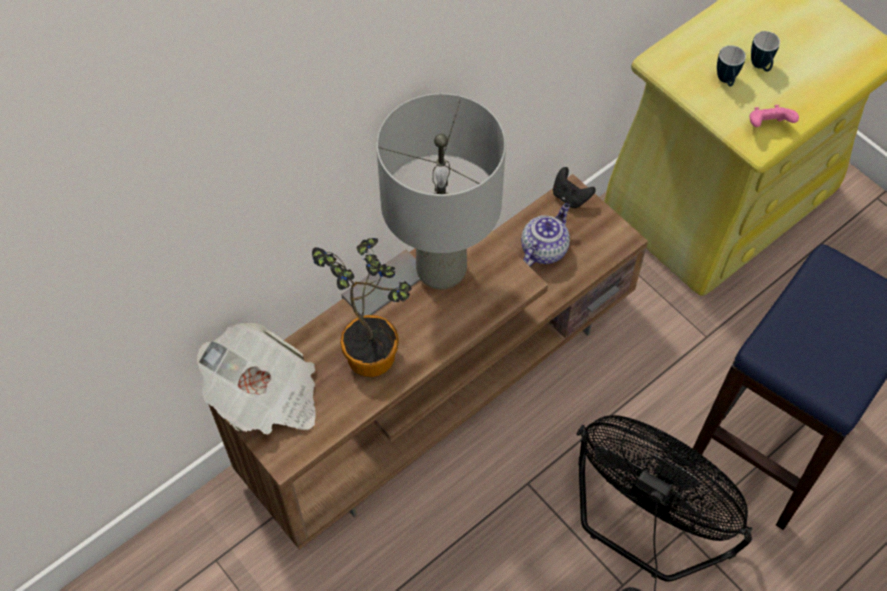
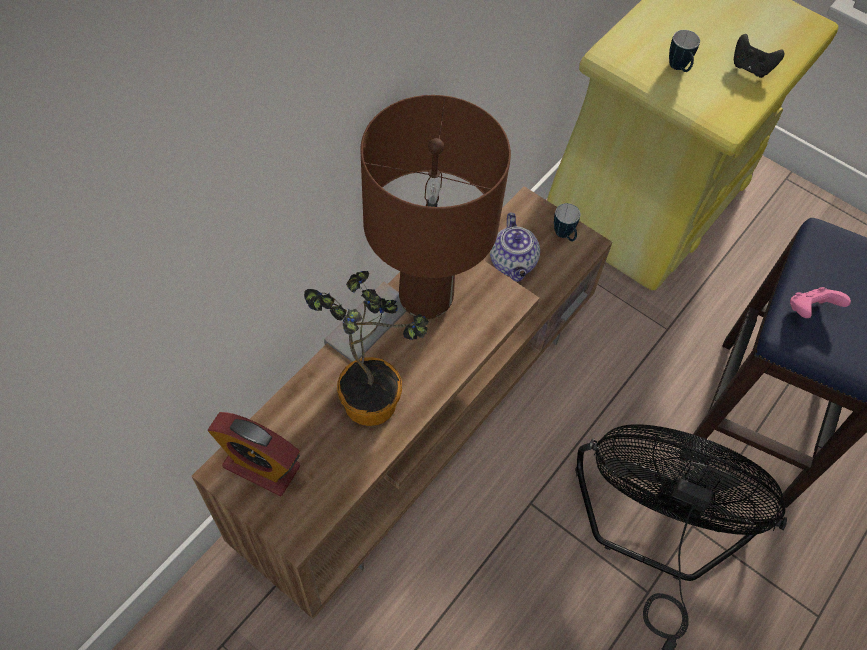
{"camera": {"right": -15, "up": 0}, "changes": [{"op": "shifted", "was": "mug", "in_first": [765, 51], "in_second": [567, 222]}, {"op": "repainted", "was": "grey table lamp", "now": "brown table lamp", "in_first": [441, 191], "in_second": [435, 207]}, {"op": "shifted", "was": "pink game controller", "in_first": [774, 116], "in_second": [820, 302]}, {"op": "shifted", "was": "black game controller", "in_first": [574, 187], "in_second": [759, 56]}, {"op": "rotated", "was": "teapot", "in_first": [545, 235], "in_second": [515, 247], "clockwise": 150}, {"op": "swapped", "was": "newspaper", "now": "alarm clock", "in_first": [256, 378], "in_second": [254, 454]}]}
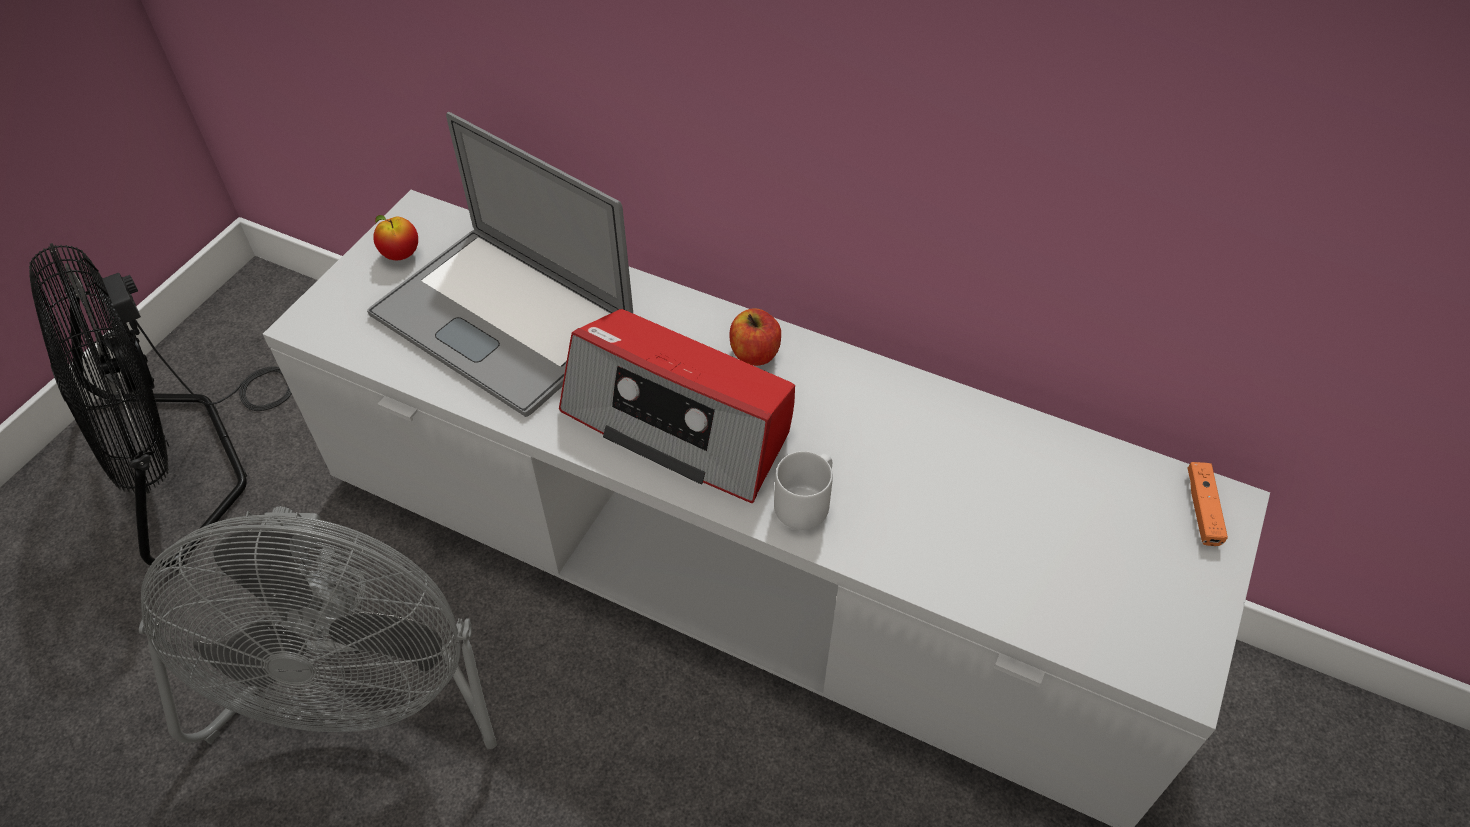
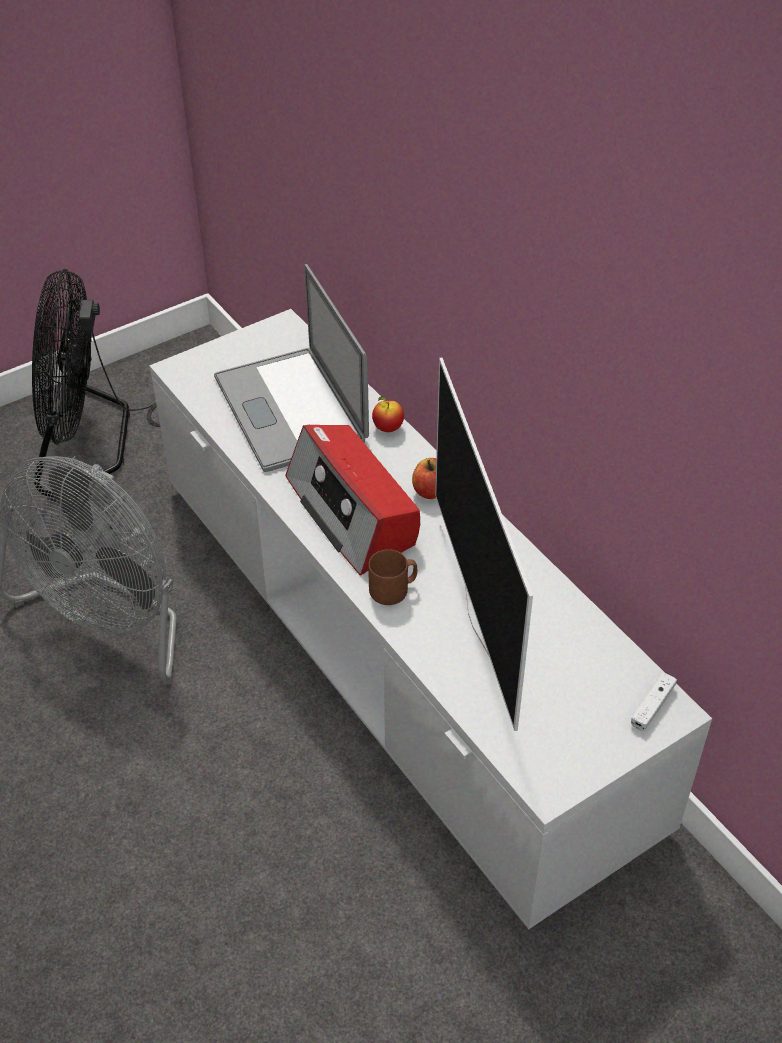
{"camera": {"right": 30, "up": -5}, "changes": [{"op": "shifted", "was": "apple", "in_first": [395, 237], "in_second": [388, 414]}, {"op": "repainted", "was": "grey mug", "now": "brown mug", "in_first": [803, 490], "in_second": [392, 577]}, {"op": "repainted", "was": "orange game controller", "now": "white game controller", "in_first": [1207, 504], "in_second": [654, 701]}, {"op": "new", "now": "television", "in_second": [484, 544]}]}
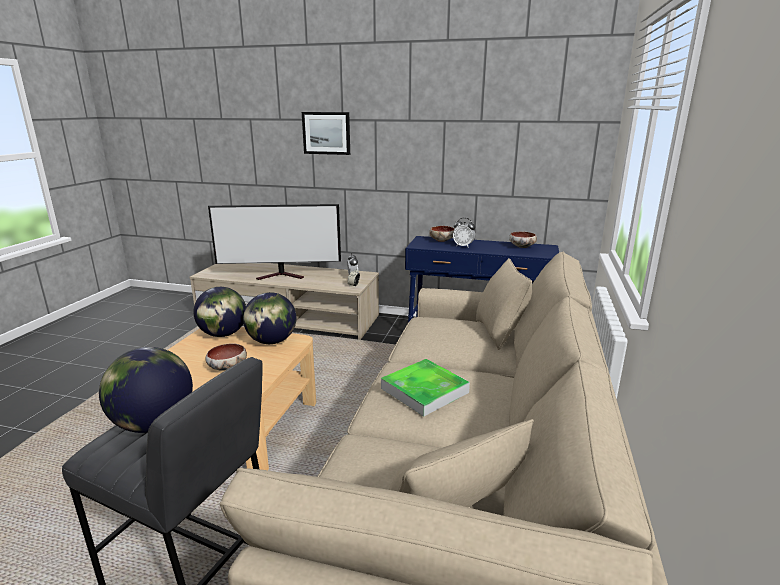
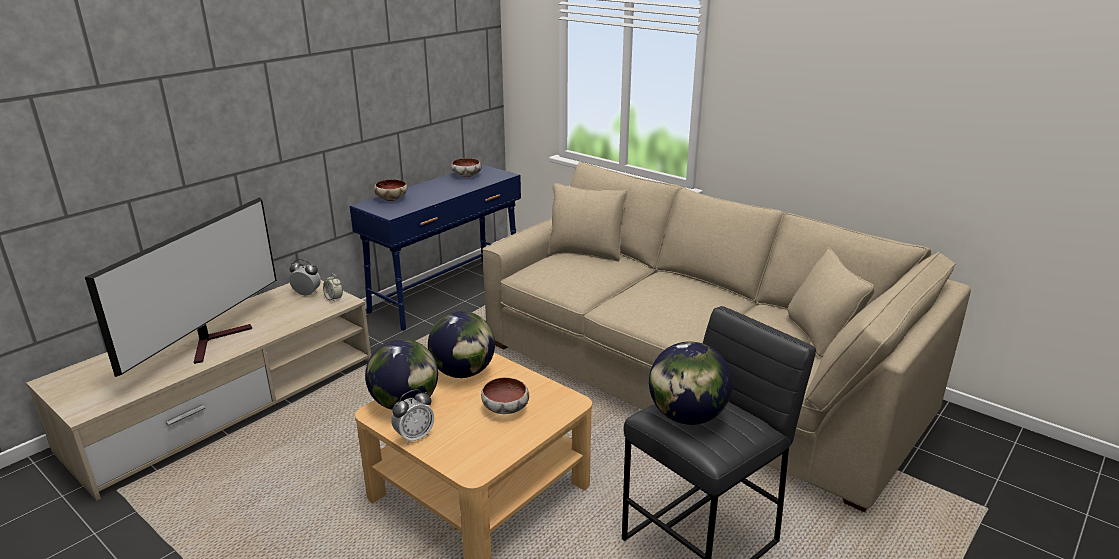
{"camera": {"right": -65, "up": 5}, "changes": [{"op": "gone", "was": "picture", "in_first": [326, 133]}, {"op": "shifted", "was": "alarm clock", "in_first": [464, 233], "in_second": [412, 417]}, {"op": "gone", "was": "tray", "in_first": [425, 388]}]}
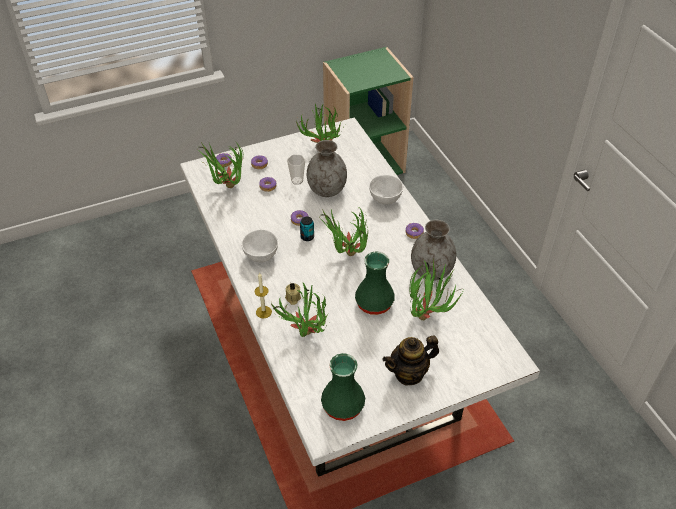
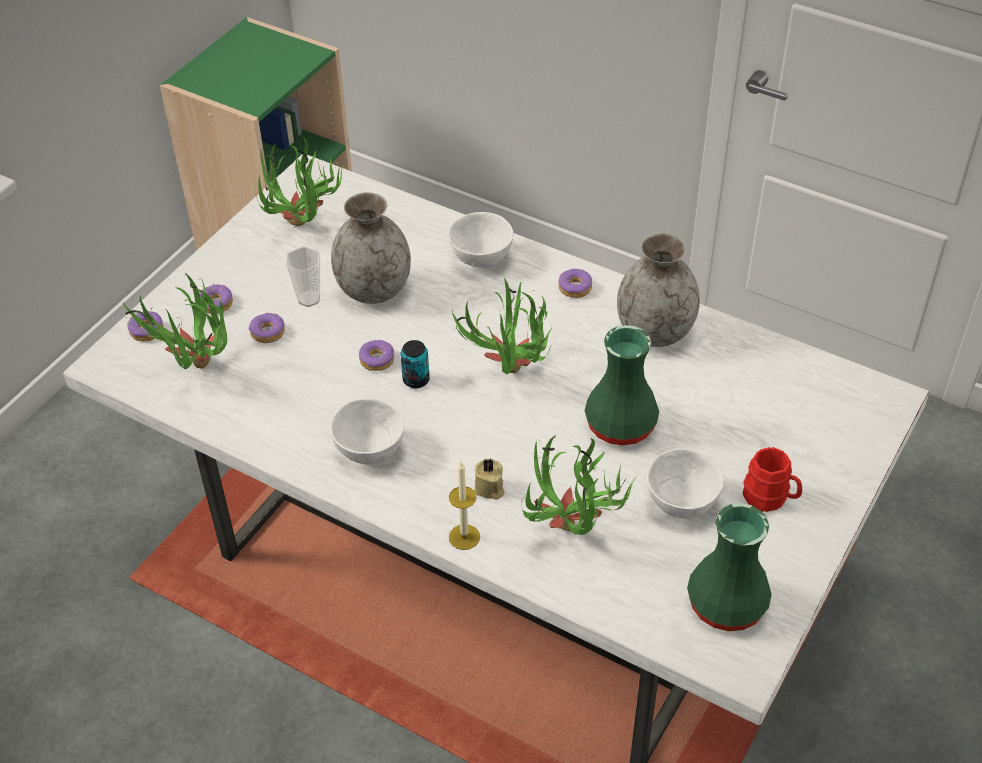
{"camera": {"right": -35, "up": 0}, "changes": [{"op": "gone", "was": "potted plant", "in_first": [437, 289]}, {"op": "swapped", "was": "teapot", "now": "red mug", "in_first": [411, 360], "in_second": [772, 479]}, {"op": "new", "now": "white bowl", "in_second": [685, 483]}]}
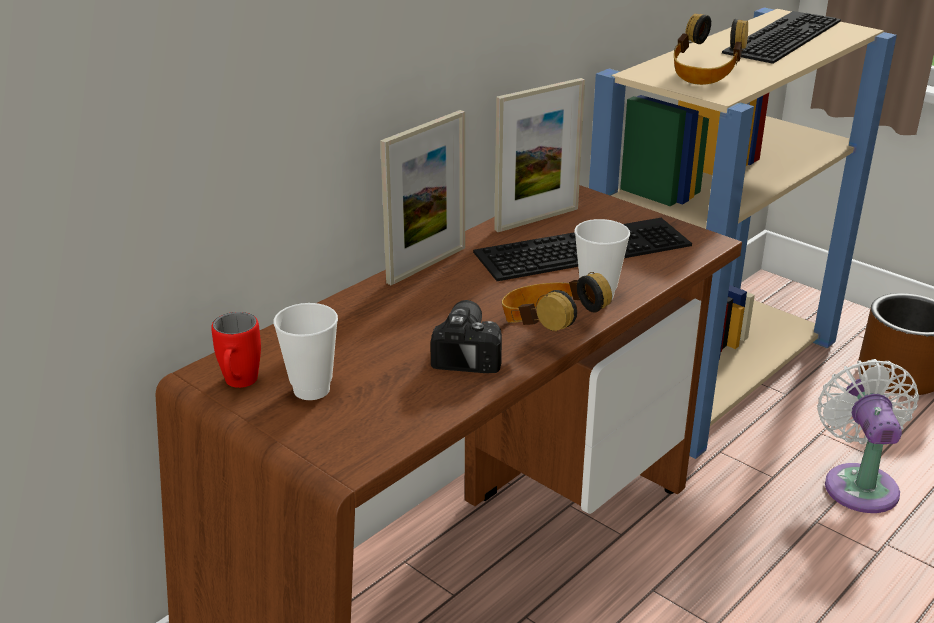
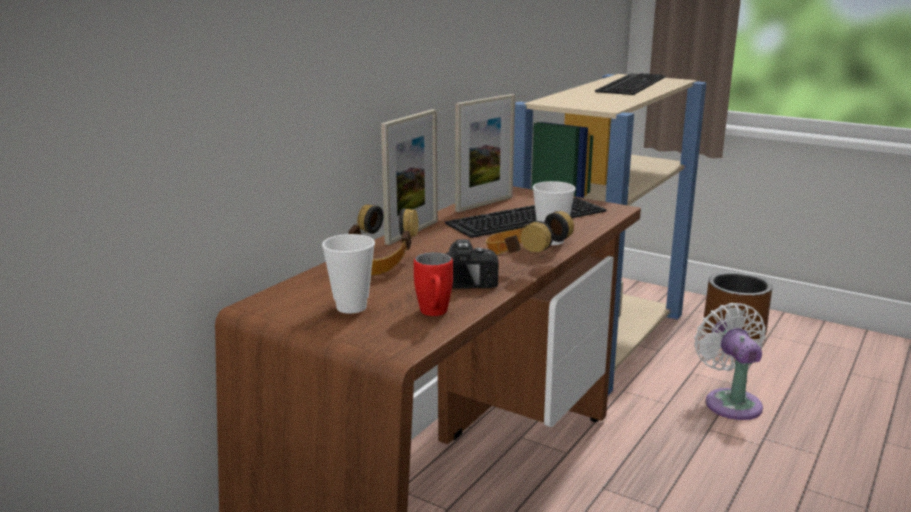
{"camera": {"right": -10, "up": -10}, "changes": [{"op": "shifted", "was": "headphones", "in_first": [711, 49], "in_second": [383, 240]}, {"op": "shifted", "was": "red mug", "in_first": [236, 350], "in_second": [433, 284]}]}
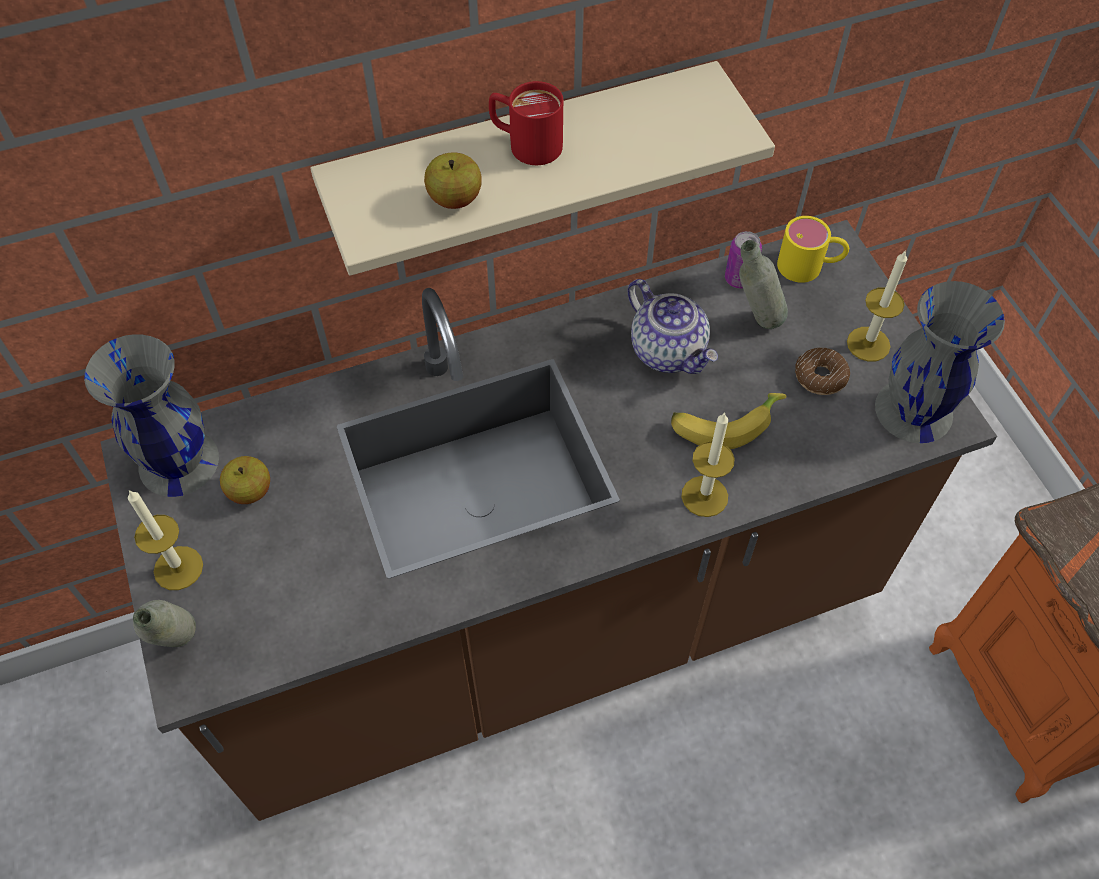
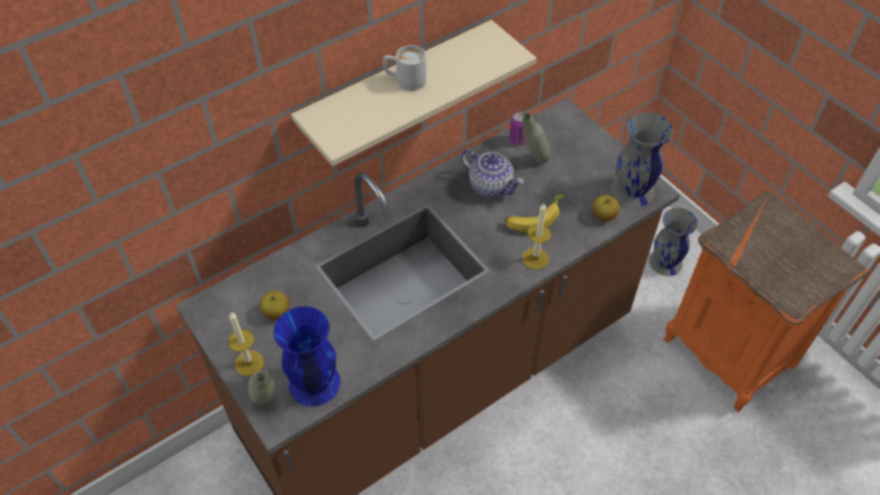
{"camera": {"right": -15, "up": -5}, "changes": [{"op": "repainted", "was": "red mug", "now": "white mug", "in_first": [526, 123], "in_second": [404, 68]}, {"op": "shifted", "was": "apple", "in_first": [453, 180], "in_second": [606, 208]}, {"op": "gone", "was": "yellow mug", "in_first": [813, 249]}, {"op": "gone", "was": "candle", "in_first": [877, 305]}, {"op": "shifted", "was": "grey vase", "in_first": [151, 415], "in_second": [673, 242]}, {"op": "gone", "was": "donut", "in_first": [822, 371]}, {"op": "new", "now": "blue vase", "in_second": [307, 356]}]}
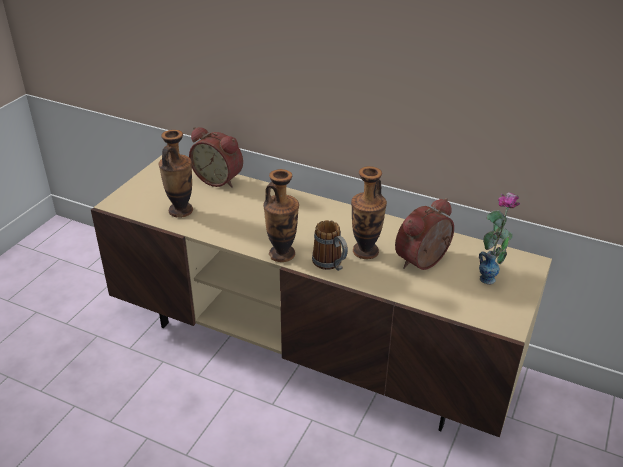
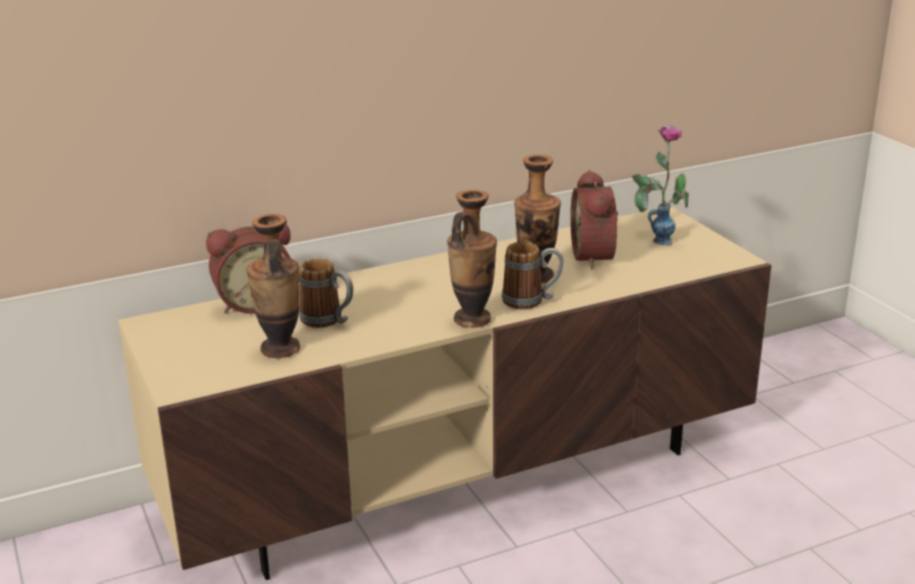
{"camera": {"right": -50, "up": -10}, "changes": [{"op": "new", "now": "mug", "in_second": [326, 293]}]}
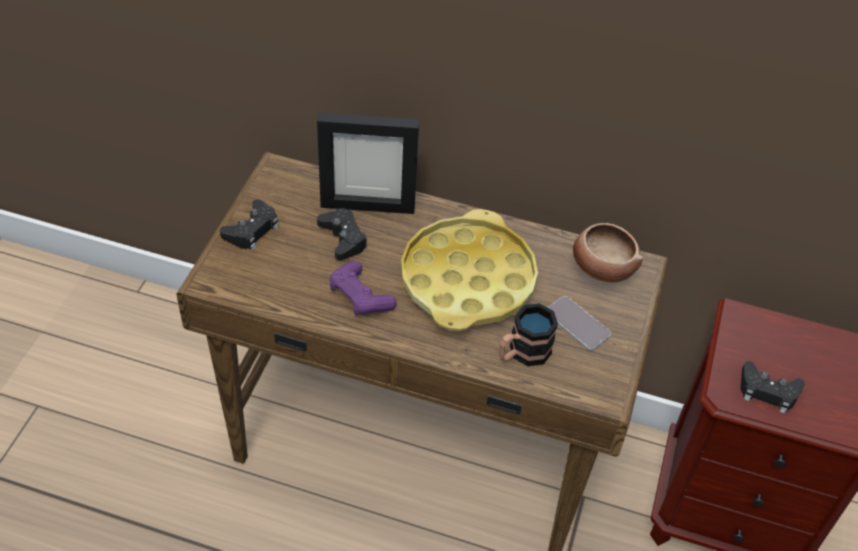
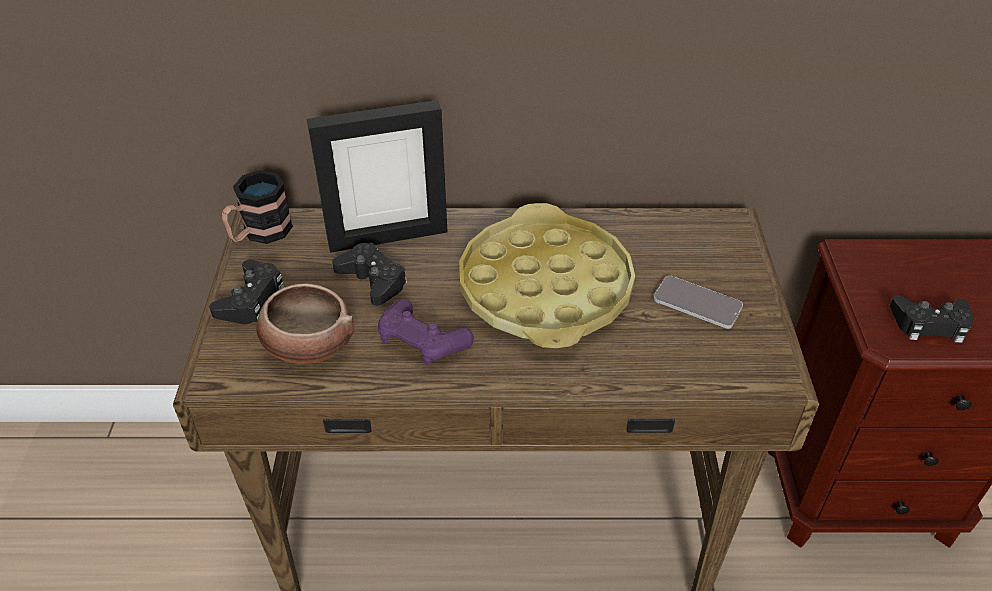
{"camera": {"right": -15, "up": -5}, "changes": [{"op": "shifted", "was": "bowl", "in_first": [608, 252], "in_second": [305, 323]}, {"op": "shifted", "was": "mug", "in_first": [528, 334], "in_second": [257, 207]}]}
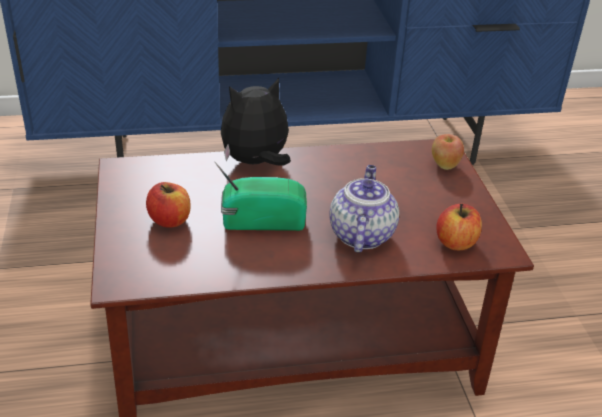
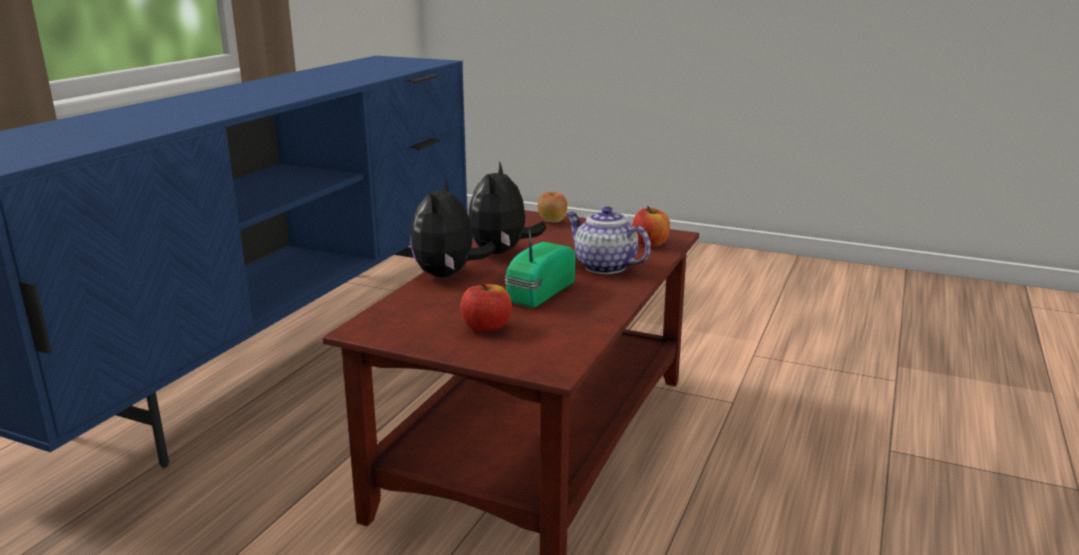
{"camera": {"right": -55, "up": -15}, "changes": [{"op": "new", "now": "plush toy", "in_second": [507, 207]}]}
